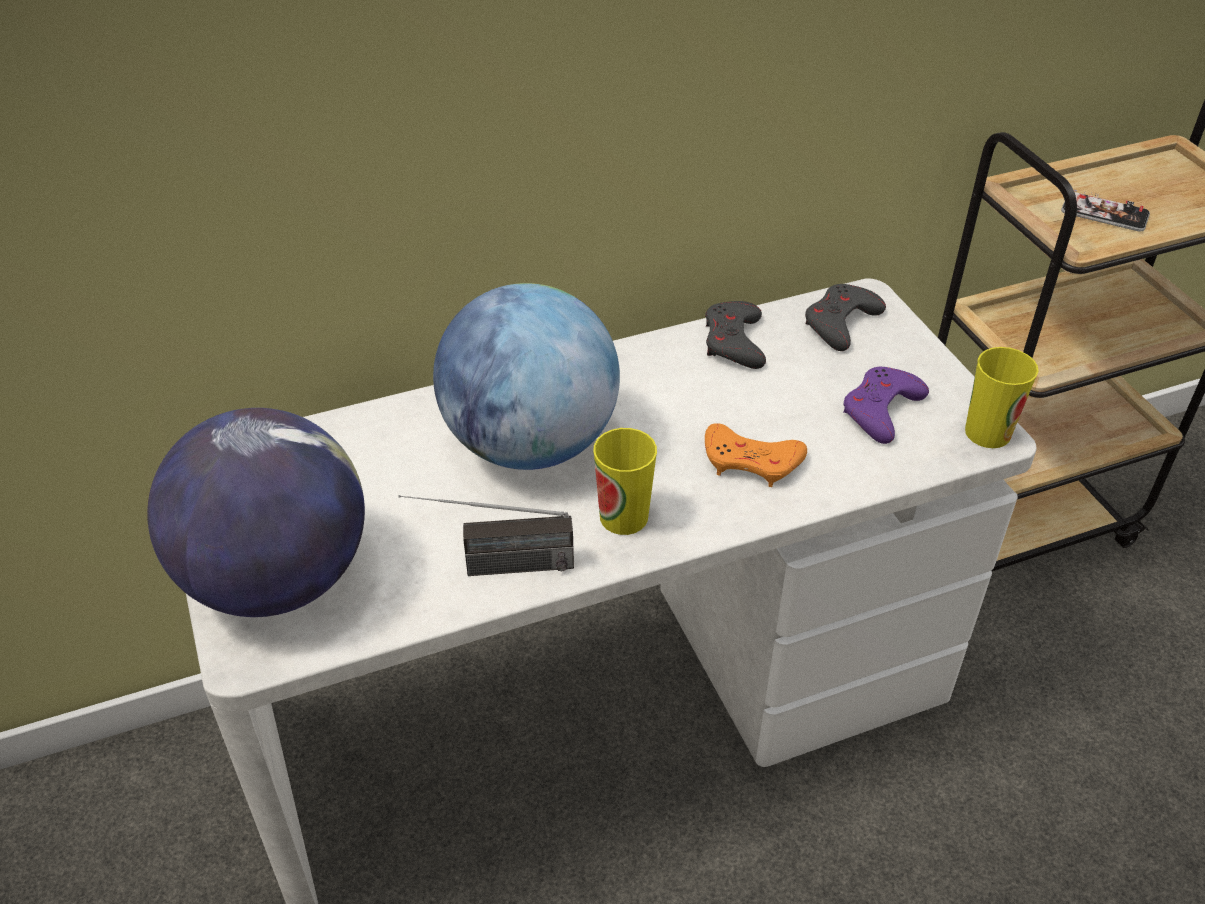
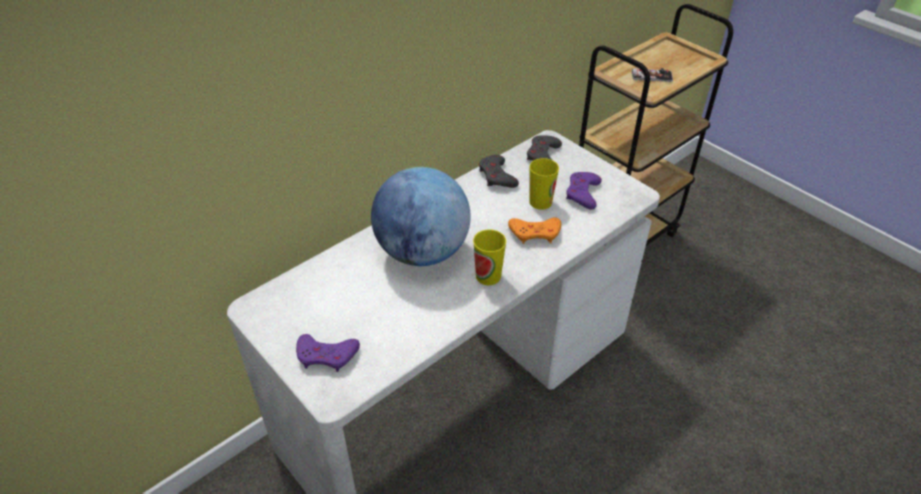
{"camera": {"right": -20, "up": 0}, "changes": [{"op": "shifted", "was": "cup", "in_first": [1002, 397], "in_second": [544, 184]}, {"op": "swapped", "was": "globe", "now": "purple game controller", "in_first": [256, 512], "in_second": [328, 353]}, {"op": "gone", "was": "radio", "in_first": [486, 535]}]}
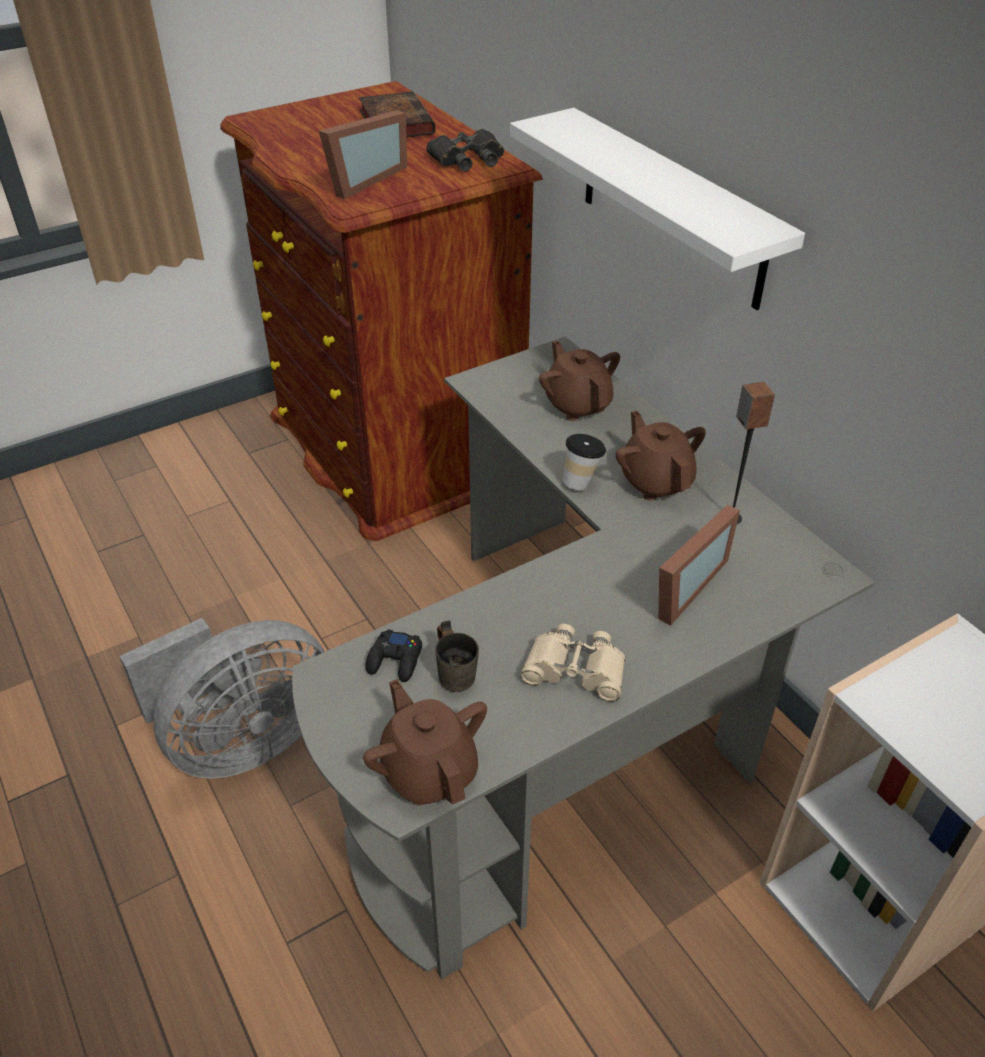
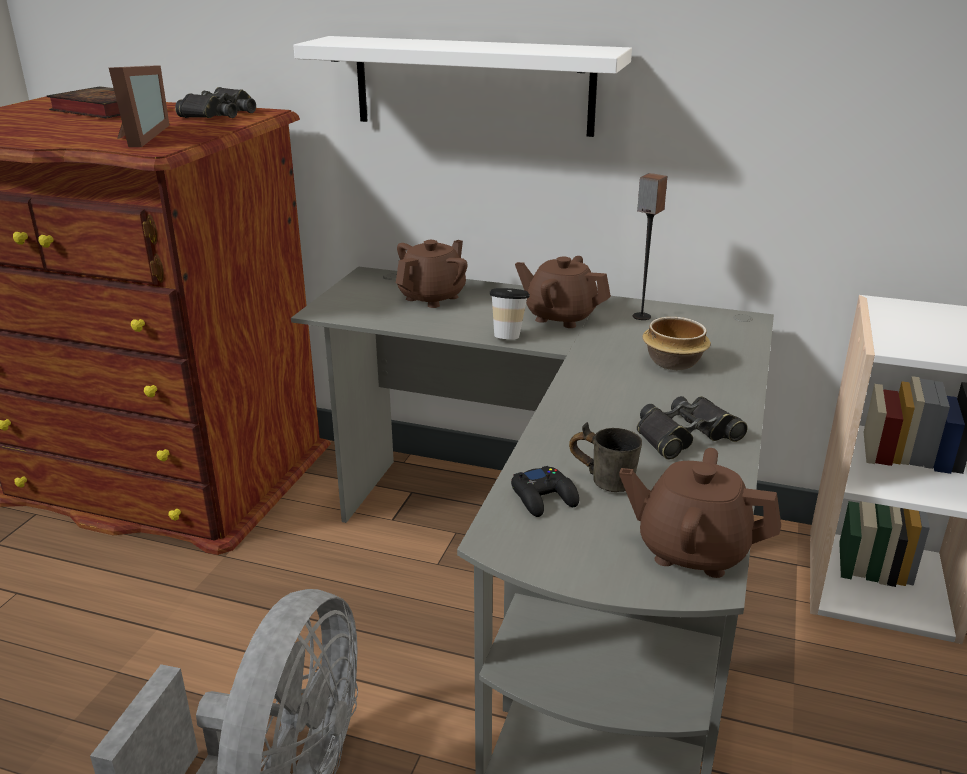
{"camera": {"right": -40, "up": -15}, "changes": [{"op": "rotated", "was": "brown teapot", "in_first": [579, 381], "in_second": [432, 274], "clockwise": 105}, {"op": "swapped", "was": "picture frame", "now": "bowl", "in_first": [699, 565], "in_second": [676, 343]}, {"op": "repainted", "was": "beige binoculars", "now": "black binoculars", "in_first": [572, 663], "in_second": [692, 427]}]}
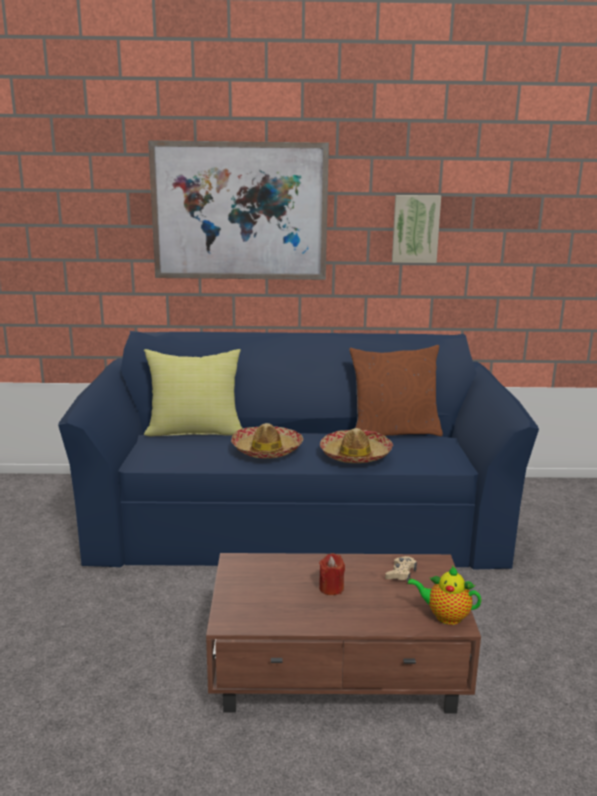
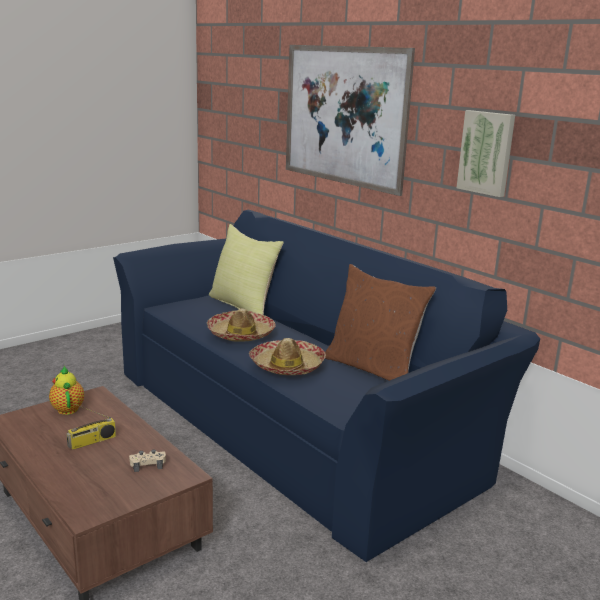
{"camera": {"right": 50, "up": 0}, "changes": [{"op": "swapped", "was": "red candle", "now": "radio", "in_first": [332, 574], "in_second": [91, 427]}, {"op": "shifted", "was": "teapot", "in_first": [444, 595], "in_second": [66, 390]}]}
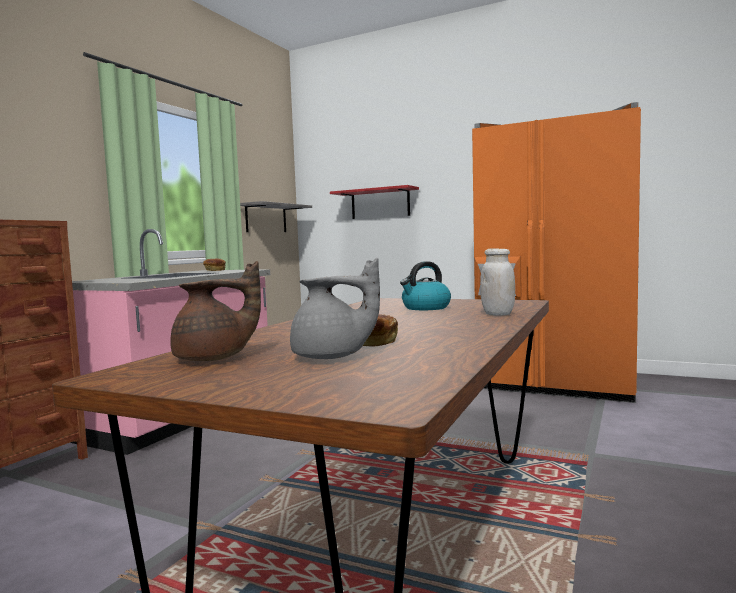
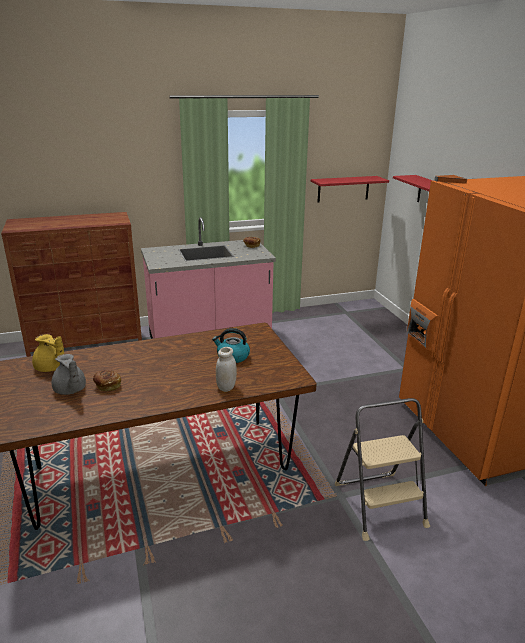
{"camera": {"right": 45, "up": 20}, "changes": [{"op": "repainted", "was": "grey shelf", "now": "red shelf", "in_first": [276, 216], "in_second": [350, 189]}, {"op": "repainted", "was": "brown teapot", "now": "yellow teapot", "in_first": [215, 311], "in_second": [48, 353]}, {"op": "new", "now": "beige step ladder", "in_second": [382, 469]}]}
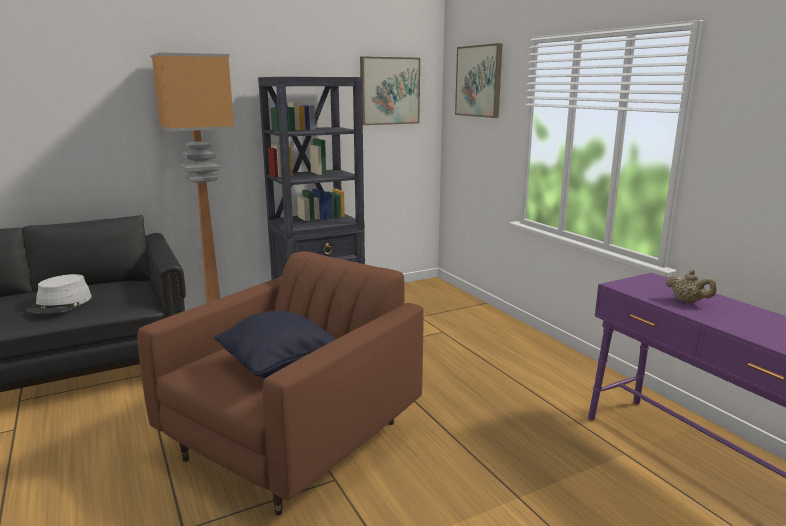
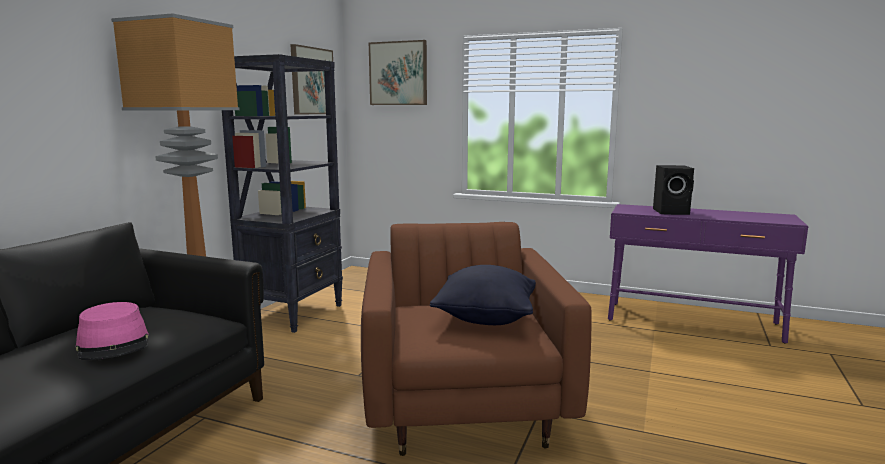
{"camera": {"right": -40, "up": -5}, "changes": [{"op": "swapped", "was": "beige teapot", "now": "black speaker", "in_first": [691, 286], "in_second": [673, 190]}, {"op": "repainted", "was": "grey hat", "now": "pink hat", "in_first": [59, 294], "in_second": [112, 331]}]}
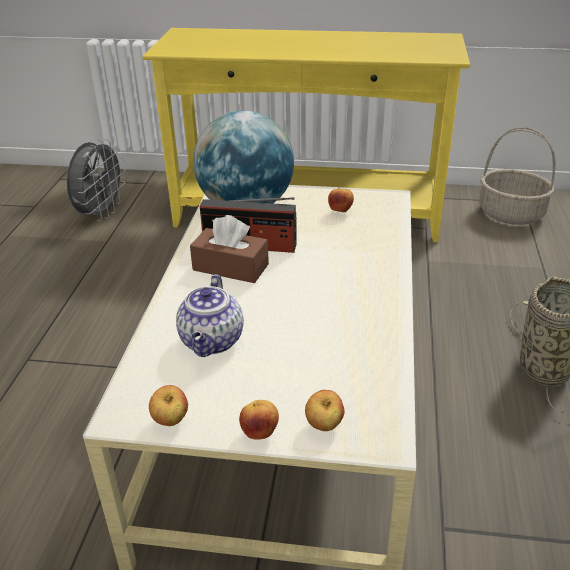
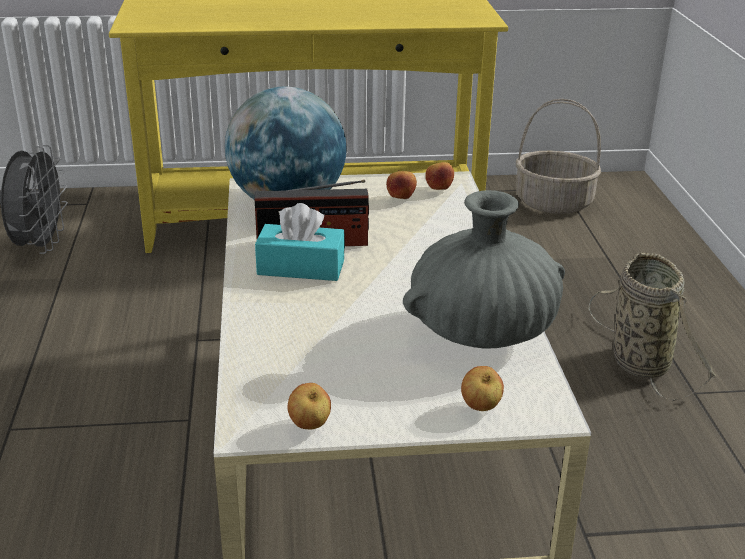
{"camera": {"right": -15, "up": -5}, "changes": [{"op": "repainted", "was": "brown tissue box", "now": "turquoise tissue box", "in_first": [229, 249], "in_second": [300, 242]}, {"op": "gone", "was": "teapot", "in_first": [210, 315]}, {"op": "shifted", "was": "apple", "in_first": [259, 420], "in_second": [439, 176]}, {"op": "new", "now": "grey vase", "in_second": [484, 269]}]}
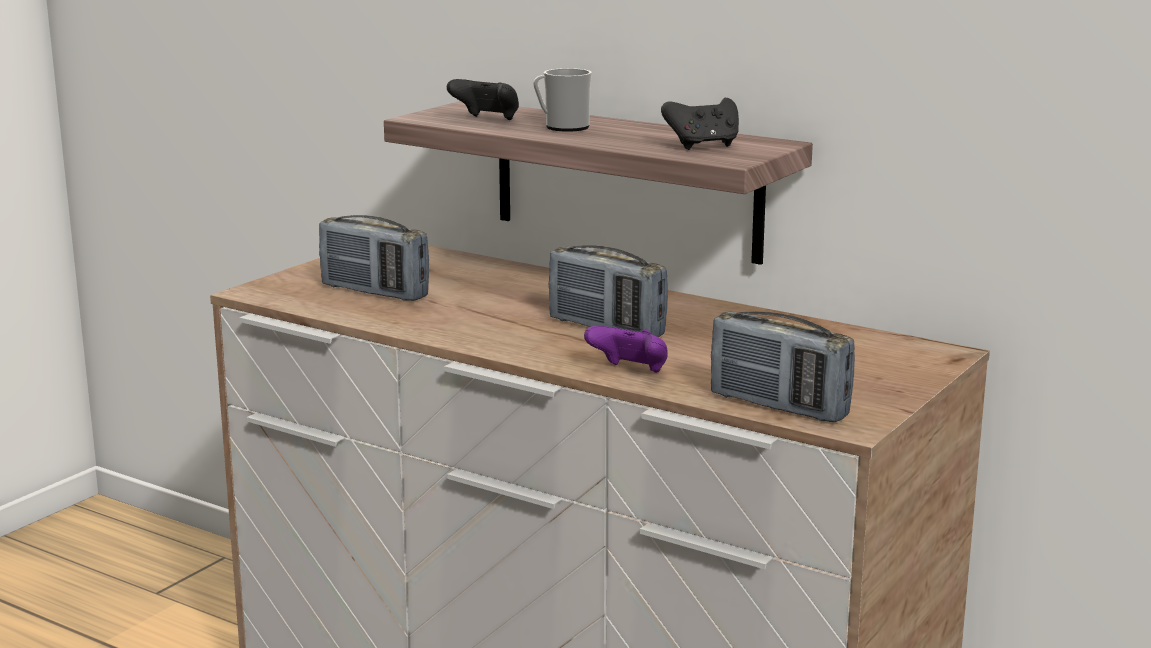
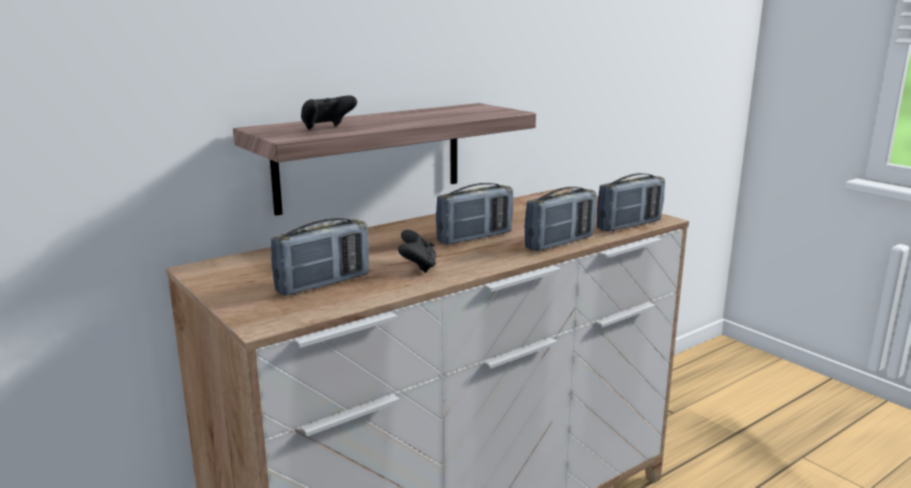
{"camera": {"right": -70, "up": 0}, "changes": [{"op": "gone", "was": "mug", "in_first": [562, 100]}, {"op": "shifted", "was": "black game controller", "in_first": [700, 124], "in_second": [417, 251]}, {"op": "swapped", "was": "purple game controller", "now": "radio", "in_first": [626, 349], "in_second": [560, 219]}]}
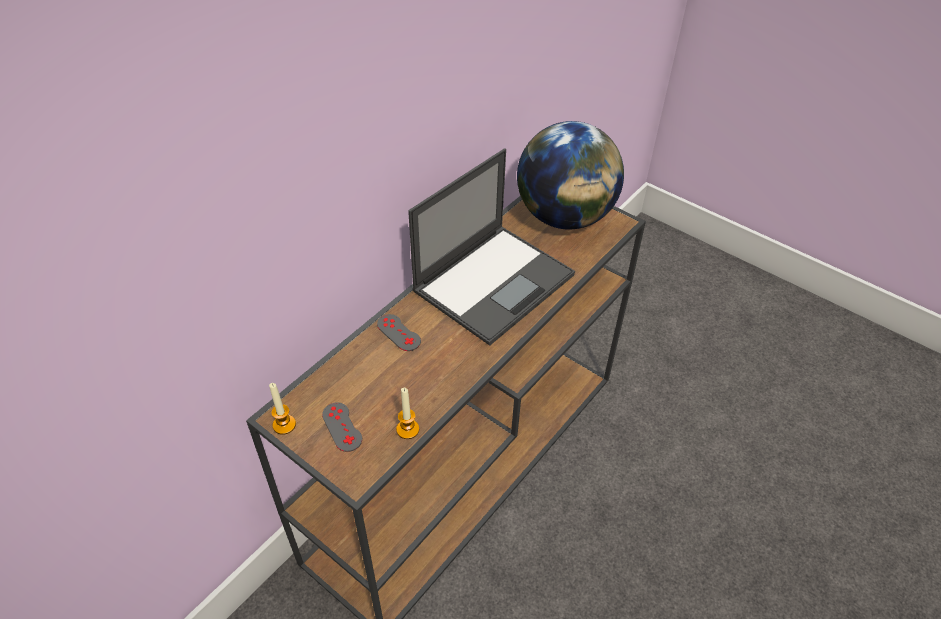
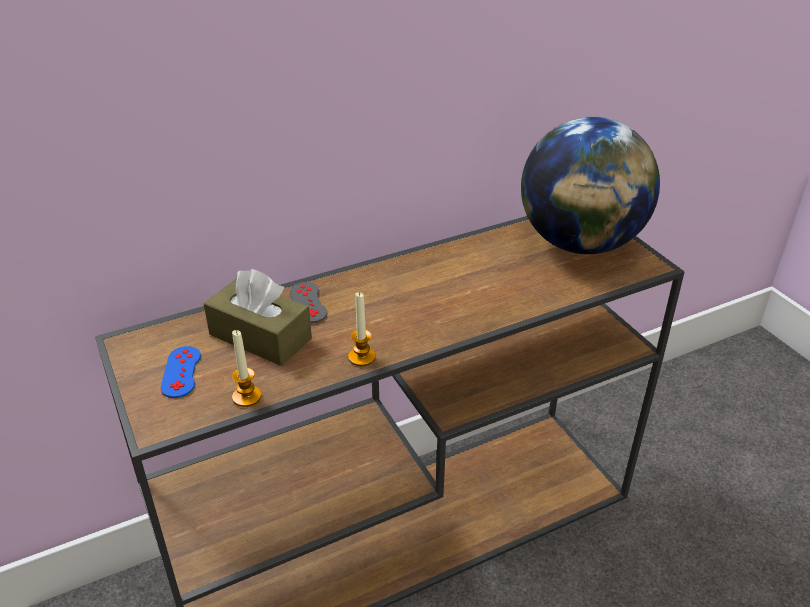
{"camera": {"right": 25, "up": -10}, "changes": [{"op": "gone", "was": "laptop", "in_first": [491, 247]}, {"op": "shifted", "was": "candle", "in_first": [282, 409], "in_second": [362, 329]}, {"op": "repainted", "was": "grey game controller", "now": "blue game controller", "in_first": [342, 427], "in_second": [180, 372]}, {"op": "new", "now": "brown tissue box", "in_second": [258, 317]}]}
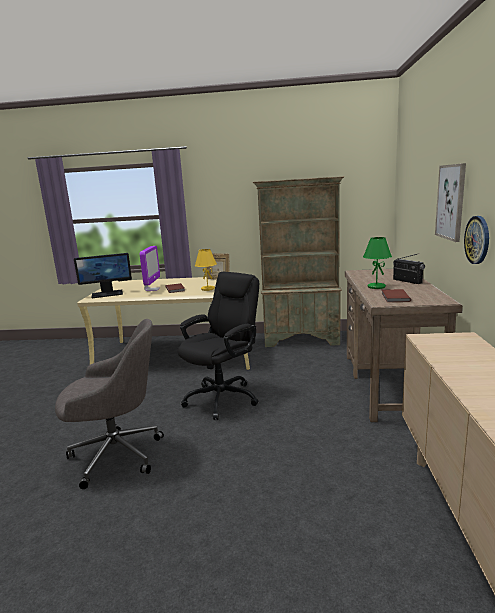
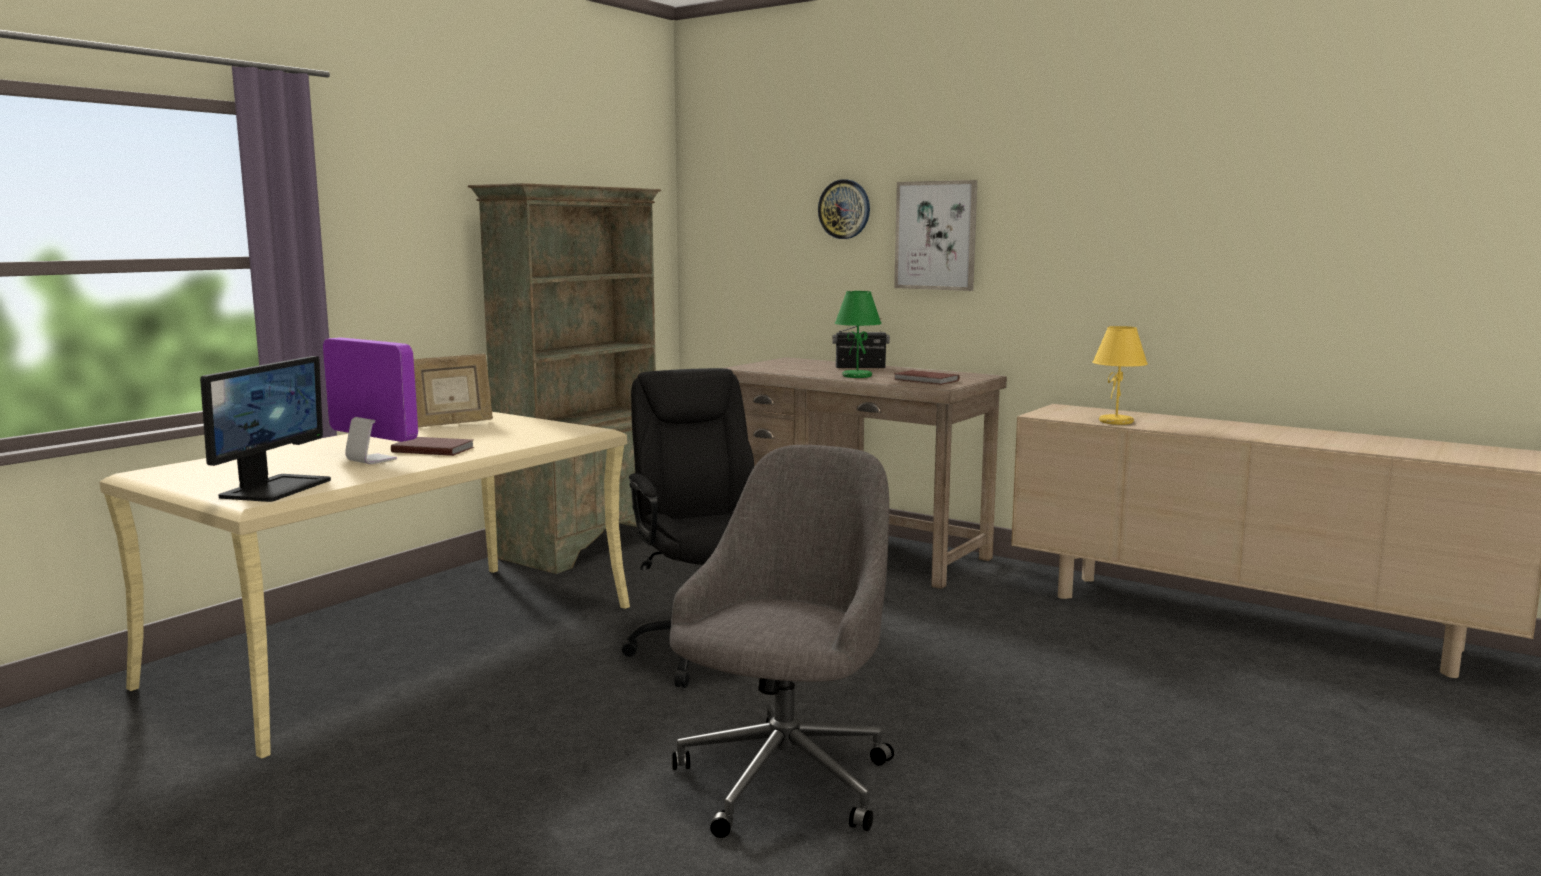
{"camera": {"right": -60, "up": -5}, "changes": [{"op": "shifted", "was": "wall clock", "in_first": [476, 240], "in_second": [844, 209]}, {"op": "shifted", "was": "yellow table lamp", "in_first": [206, 270], "in_second": [1120, 375]}]}
